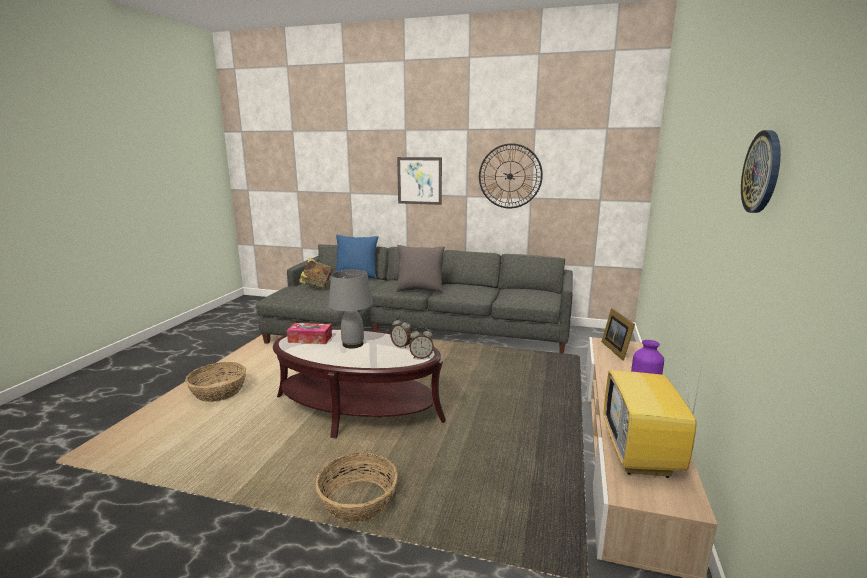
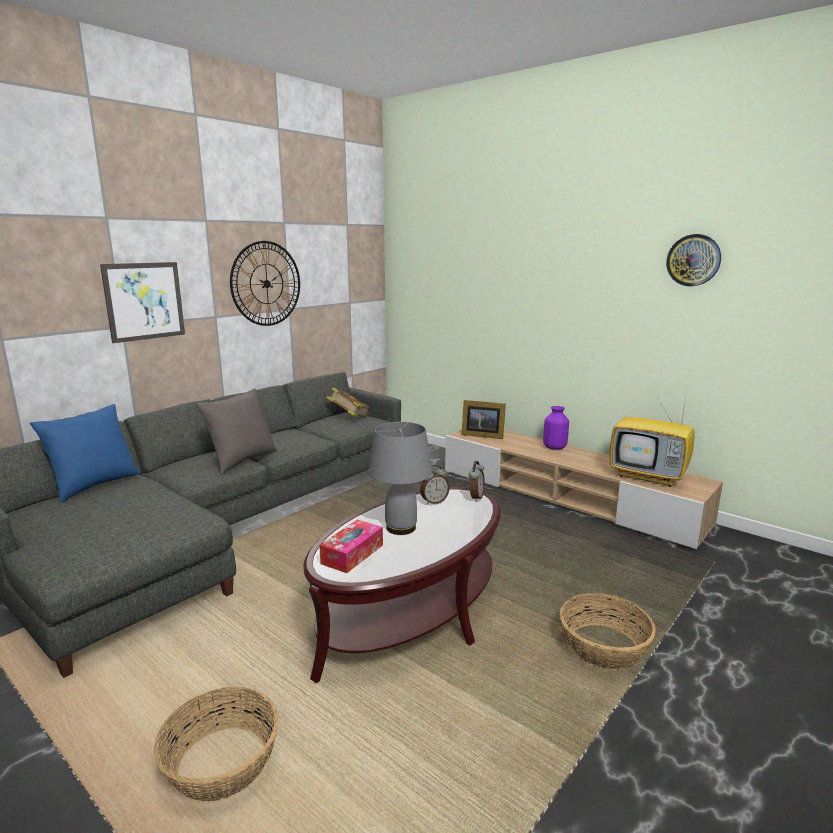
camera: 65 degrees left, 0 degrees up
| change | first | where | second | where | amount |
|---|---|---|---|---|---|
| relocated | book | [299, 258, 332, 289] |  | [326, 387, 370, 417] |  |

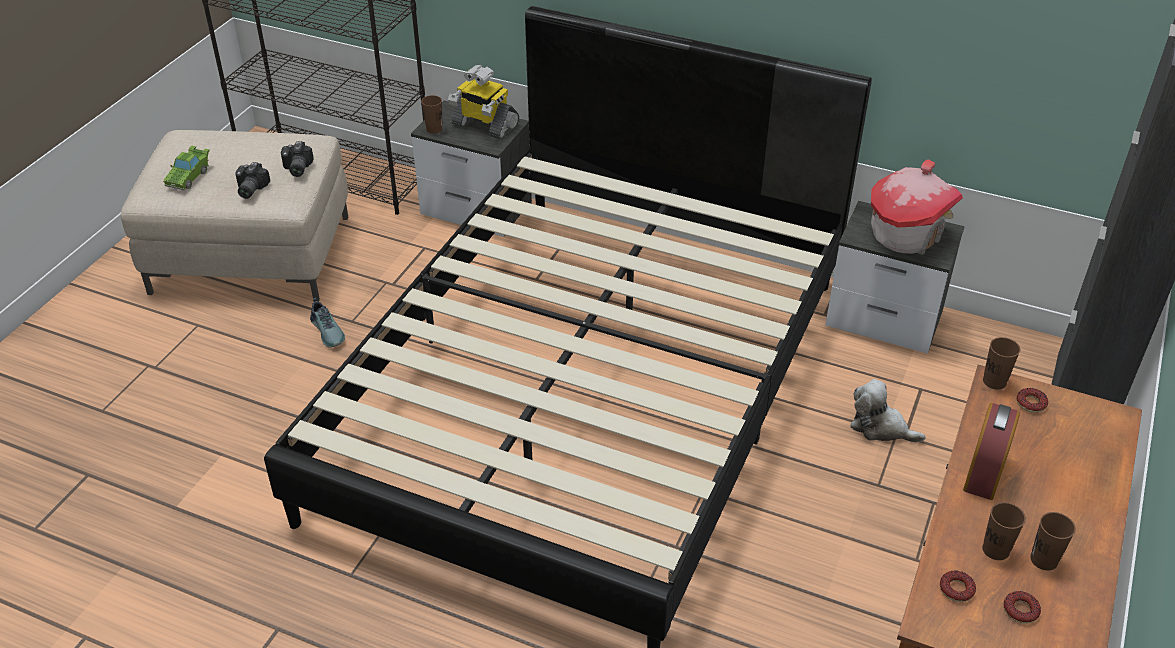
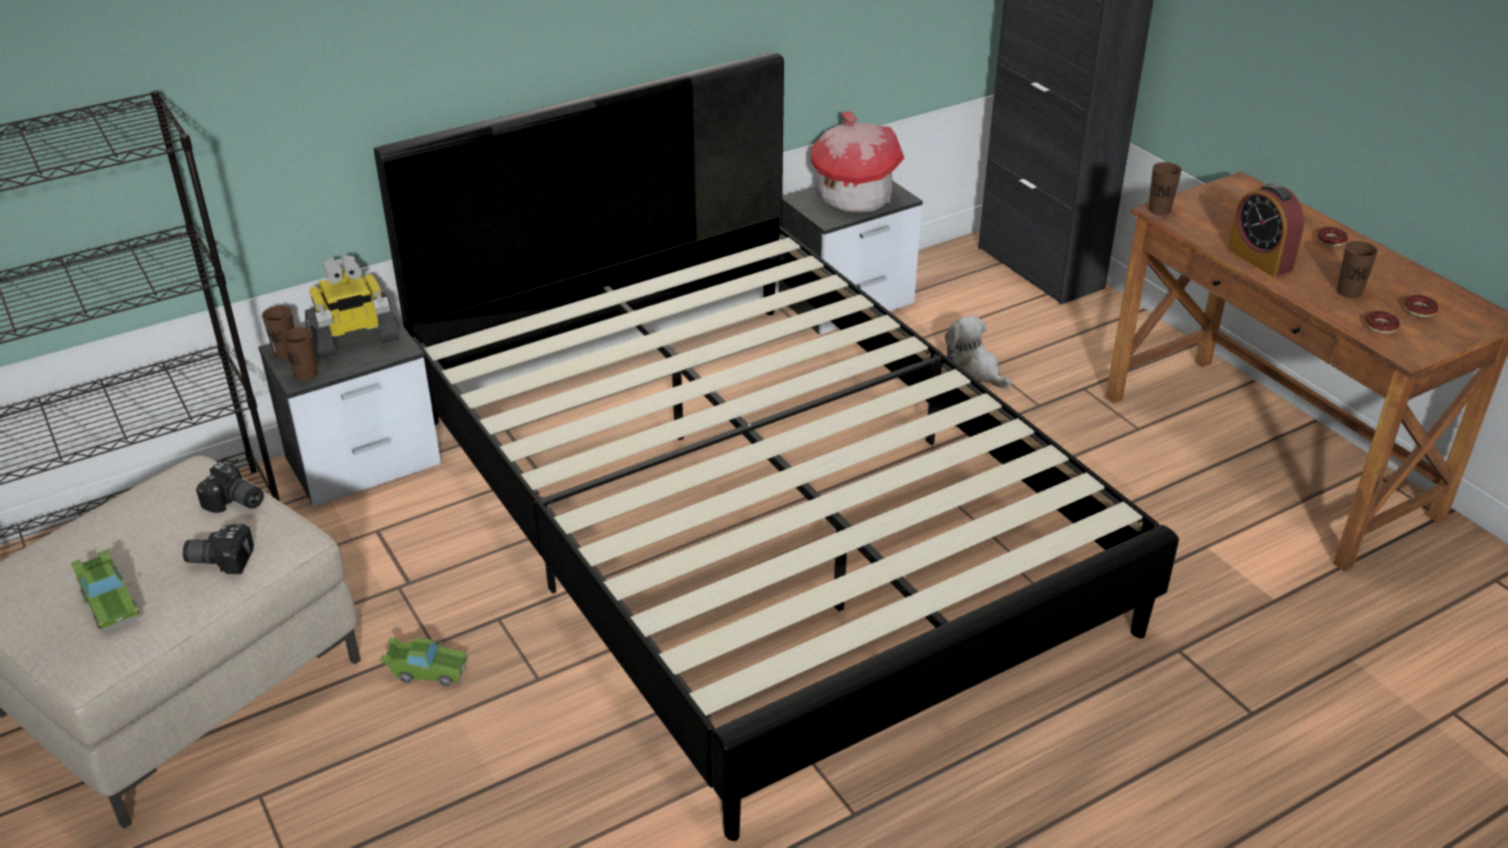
camera: 55 degrees left, 5 degrees down
| change | first | where | second | where | amount |
|---|---|---|---|---|---|
| spun | still camera | [235, 162, 270, 199] |  | [183, 524, 254, 574] | 135 degrees clockwise |
| exchanged | shoe | [310, 298, 345, 348] | green toy car | [379, 638, 468, 687] |  |
| spun | cuddly toy | [850, 379, 926, 442] |  | [945, 316, 1011, 389] | 75 degrees clockwise |
| relocated | ring doughnut | [1017, 388, 1048, 413] |  | [1316, 227, 1348, 247] |  |
| relocated | brownish drinking cup | [1030, 512, 1076, 571] |  | [262, 306, 294, 359] |  |

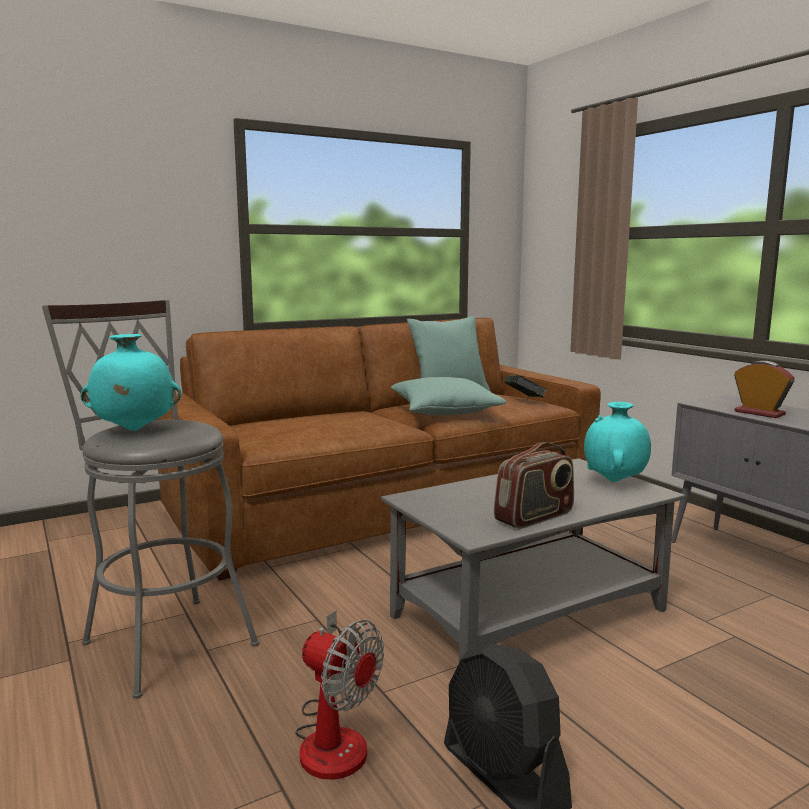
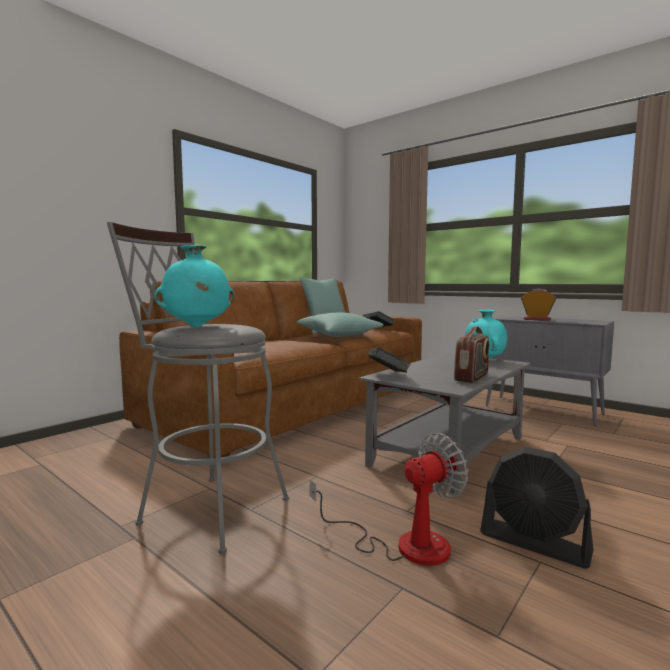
camera: 20 degrees left, 5 degrees down
| change | first | where | second | where | amount |
|---|---|---|---|---|---|
| spun | cooling fan | [295, 610, 384, 780] |  | [310, 433, 469, 566] | 45 degrees counterclockwise |
| appeared |  |  | book | [367, 348, 411, 373] |  |

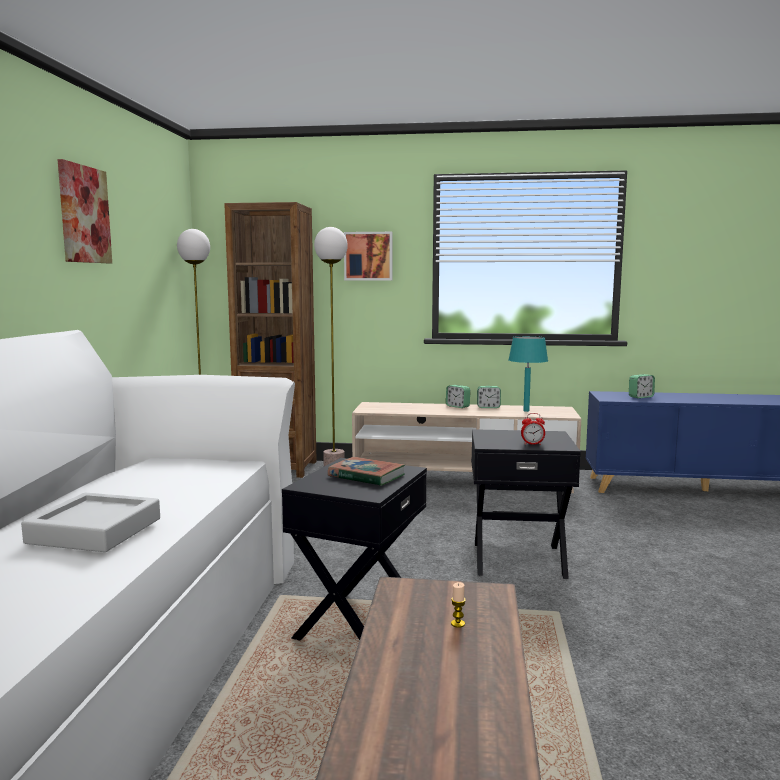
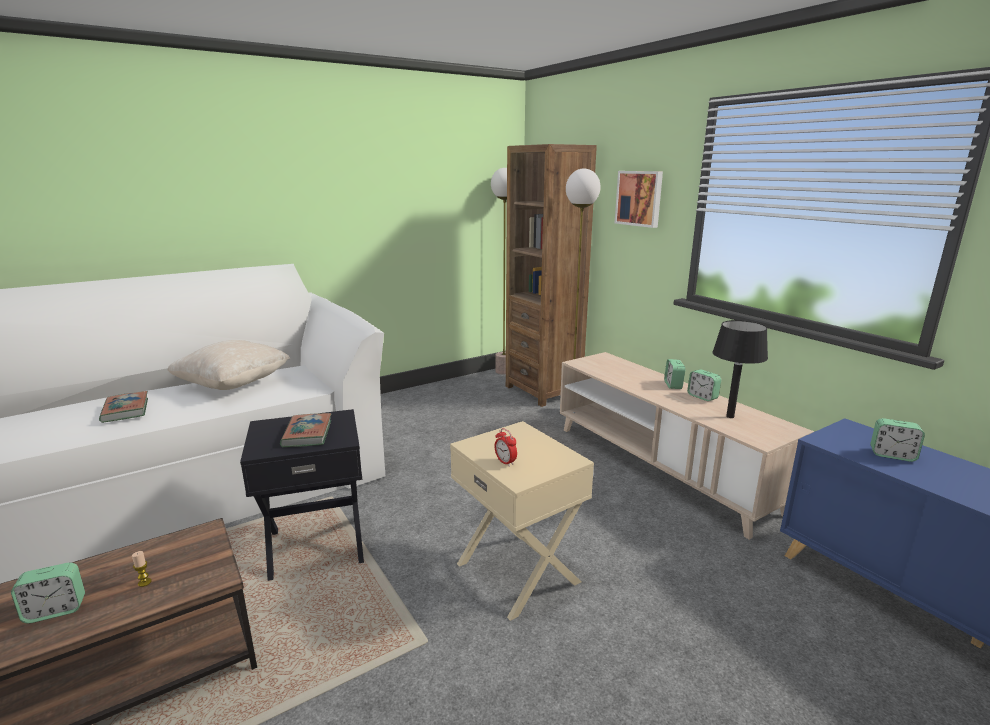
camera: 50 degrees right, 10 degrees up
| change | first | where | second | where | amount |
|---|---|---|---|---|---|
| exchanged | greyish serving tray | [21, 493, 160, 552] | book | [99, 391, 148, 423] |  |
| missing | wall picture | [58, 159, 112, 263] |  |  |  |
| colour | black-coloured accent table | [471, 429, 581, 579] | beige-coloured accent table | [450, 421, 594, 621] |  |
| colour | turquoise-coloured table lamp | [508, 336, 548, 412] | black-coloured table lamp | [712, 320, 768, 418] |  |
| appeared |  |  | alarm clock | [11, 563, 85, 623] |  |
| appeared |  |  | beige-coloured throw pillow | [167, 340, 291, 390] |  |

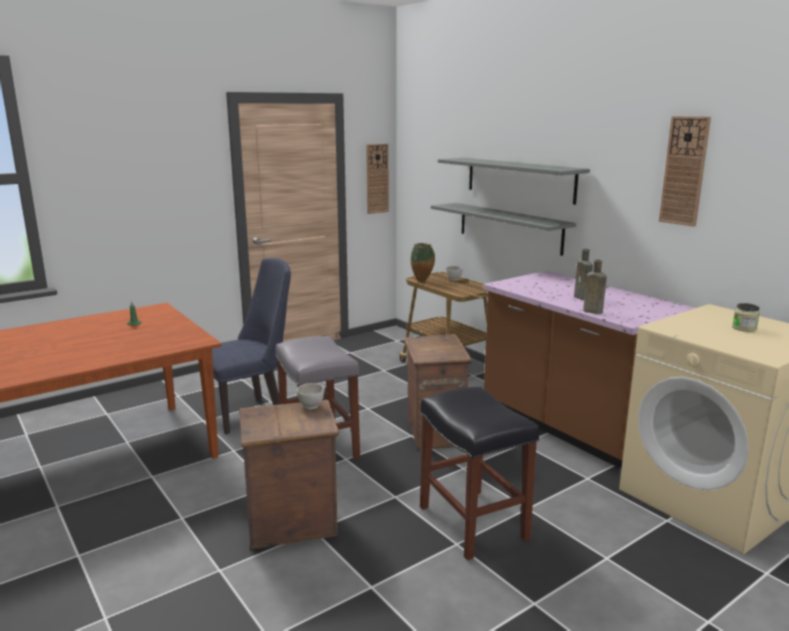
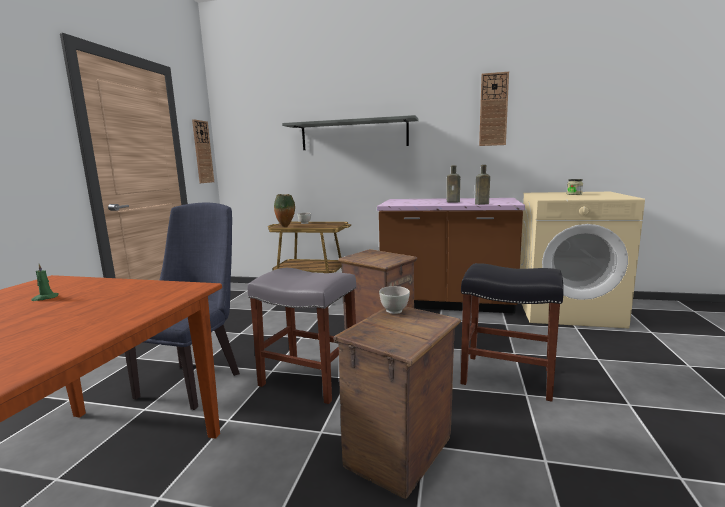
camera: 40 degrees left, 5 degrees down
| change | first | where | second | where | amount |
|---|---|---|---|---|---|
| missing | greyish wall shelf | [431, 203, 576, 256] |  |  |  |

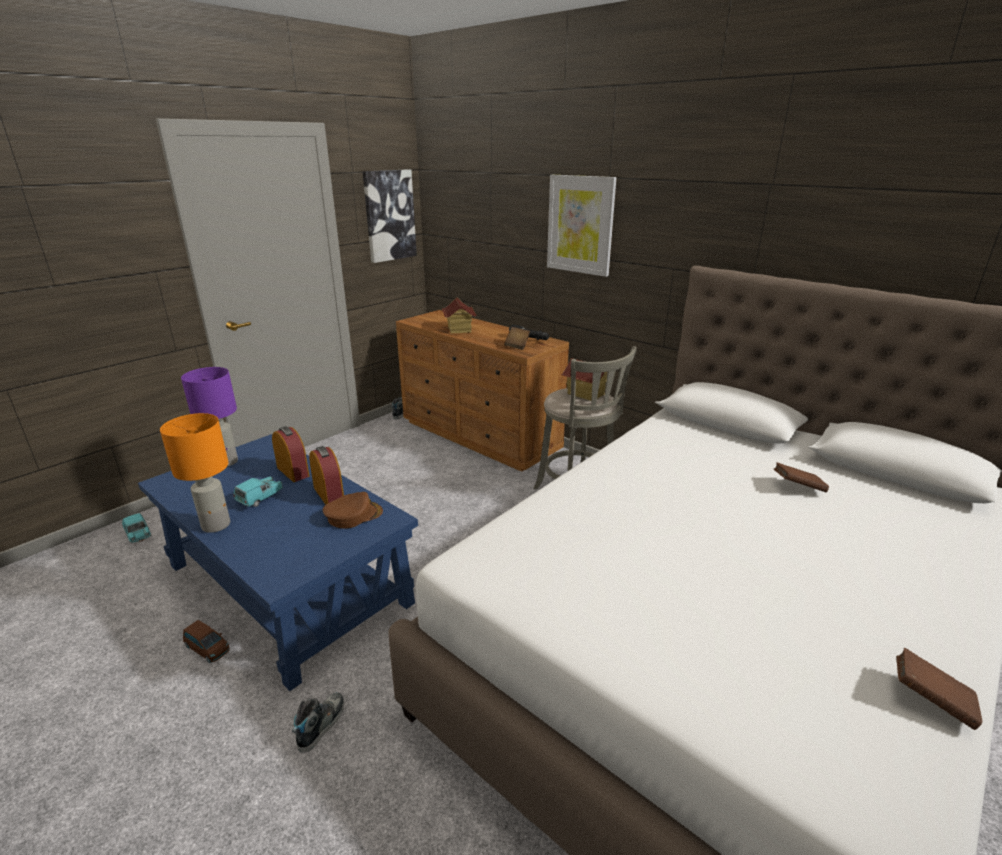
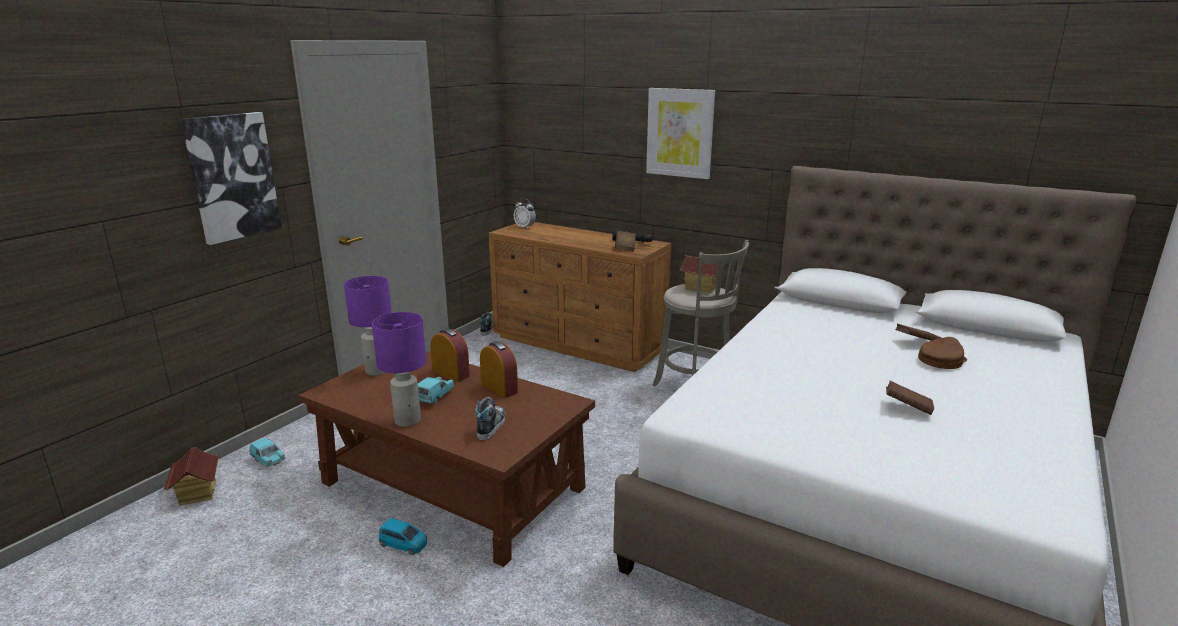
camera: 10 degrees left, 5 degrees down
| change | first | where | second | where | amount |
|---|---|---|---|---|---|
| colour | blue-coloured low table | [138, 434, 418, 691] | brownish low table | [298, 351, 595, 567] |  |
| colour | orange-coloured table lamp | [160, 413, 230, 533] | purple table lamp | [372, 312, 426, 427] |  |
| colour | brownish toy car | [183, 620, 230, 663] | blue-coloured toy car | [379, 518, 427, 555] |  |
| relocated | shoe | [292, 693, 344, 753] |  | [475, 397, 505, 440] |  |
| relocated | brownish baseball cap | [323, 492, 383, 528] |  | [918, 337, 967, 369] |  |
| relocated | wall picture | [363, 169, 417, 263] |  | [181, 112, 281, 245] |  |
| relocated | miniature house | [442, 298, 477, 334] |  | [164, 447, 219, 506] |  |
| relocated | brownish book | [897, 648, 983, 730] |  | [886, 381, 934, 415] |  |
| appeared |  |  | alarm clock | [514, 198, 536, 229] |  |

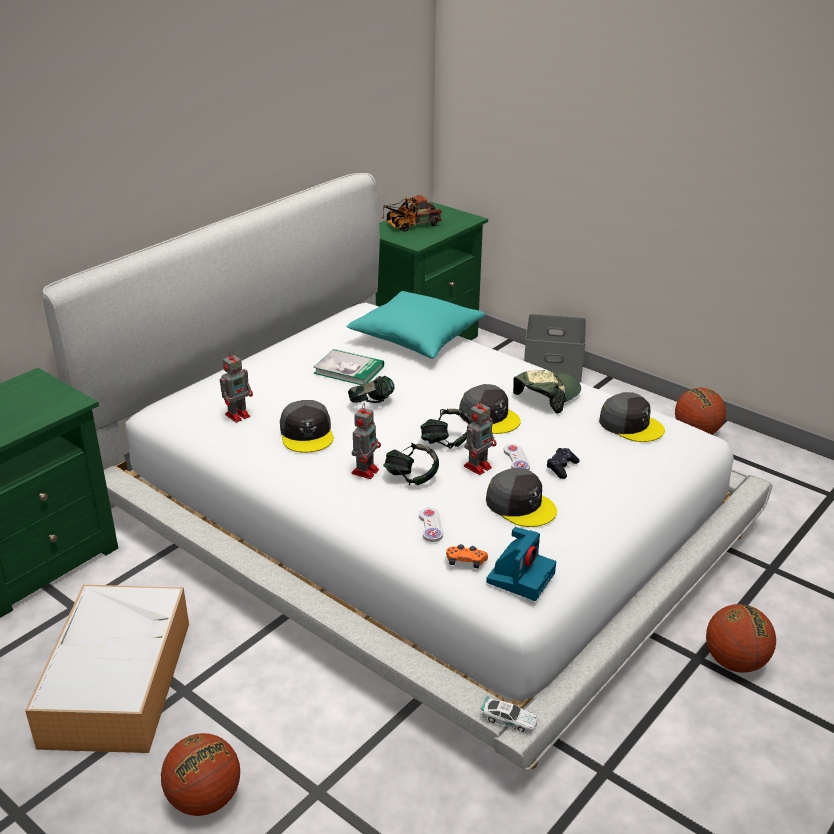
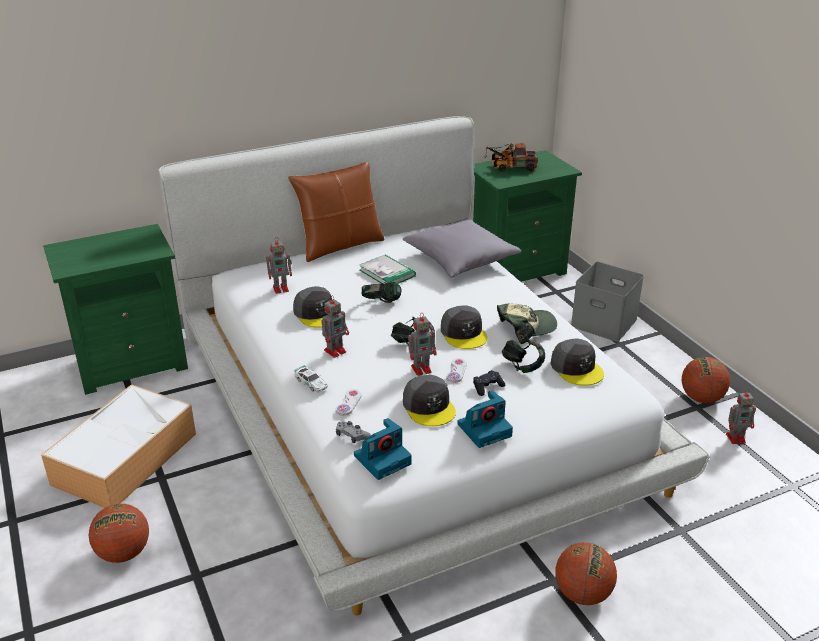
camera: 25 degrees right, 0 degrees up
| change | first | where | second | where | amount |
|---|---|---|---|---|---|
| spun | greyish baseball cap | [280, 400, 333, 453] |  | [293, 286, 332, 328] | 45 degrees counterclockwise |
| colour | turquoise-coloured throw pillow | [347, 291, 485, 359] | greyish throw pillow | [403, 219, 522, 278] |  |
| relocated | headphones | [383, 443, 439, 485] |  | [502, 338, 545, 373] |  |
| colour | orange-coloured gamepad | [446, 544, 488, 568] | greyish gamepad | [336, 421, 371, 443] |  |
| relocated | toy car | [481, 696, 538, 733] |  | [294, 365, 328, 393] |  |
| appeared |  |  | brownish throw pillow | [288, 162, 384, 262] |  |
| appeared |  |  | still camera | [457, 391, 513, 448] |  |
| appeared |  |  | toy robot | [726, 390, 756, 444] |  |

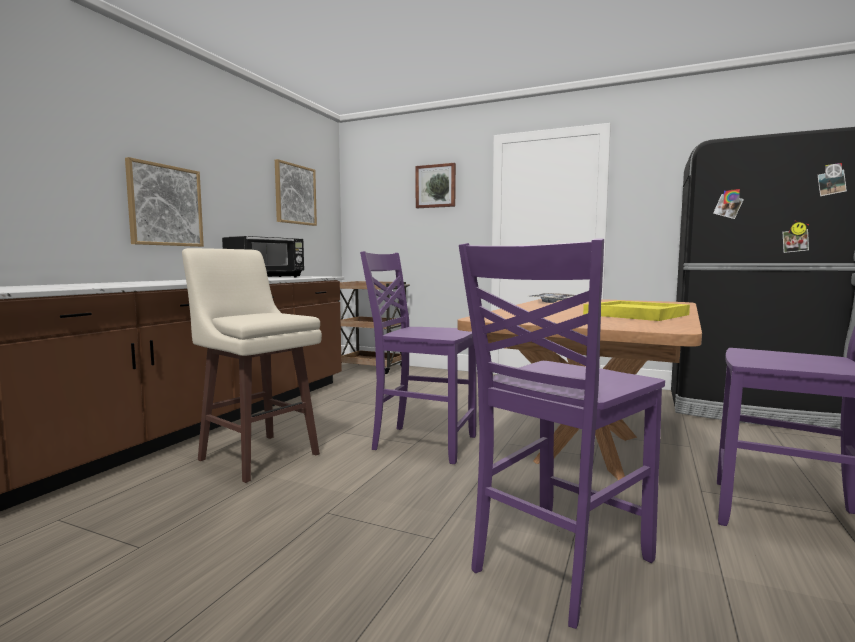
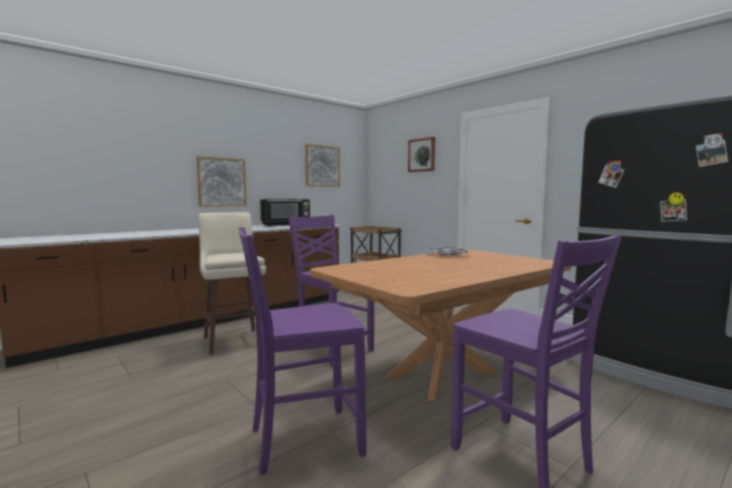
camera: 25 degrees right, 0 degrees up
| change | first | where | second | where | amount |
|---|---|---|---|---|---|
| missing | yellow serving tray | [583, 300, 690, 321] |  |  |  |

